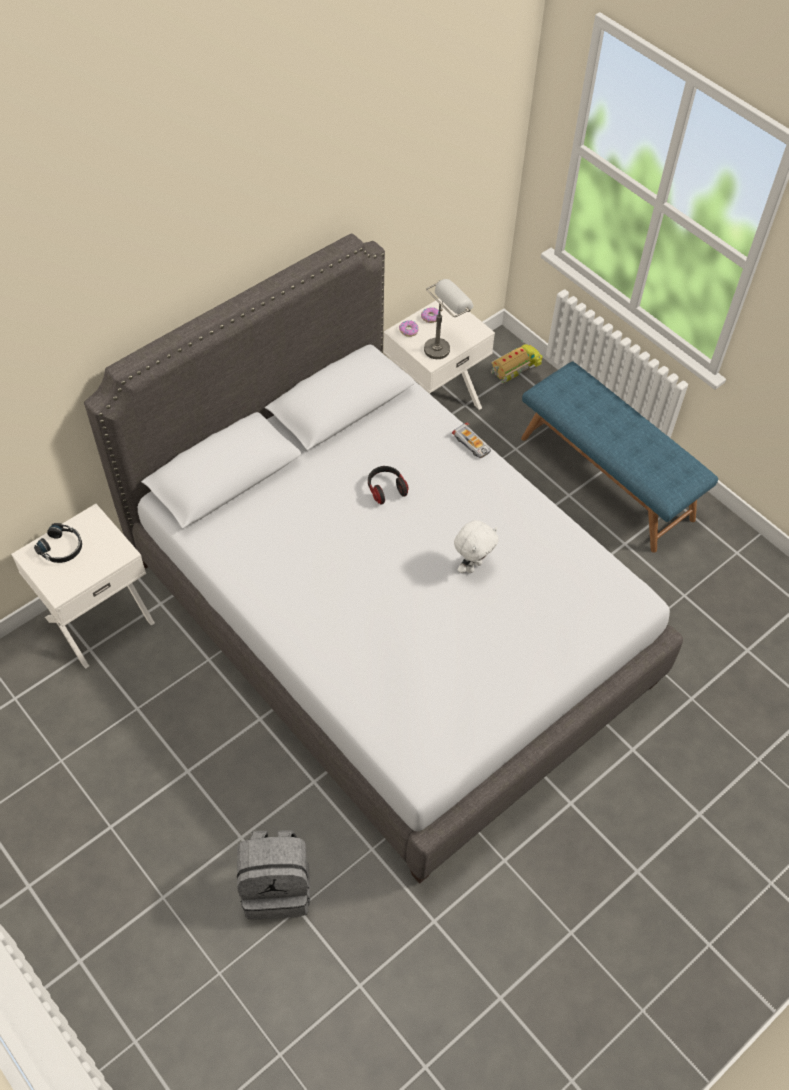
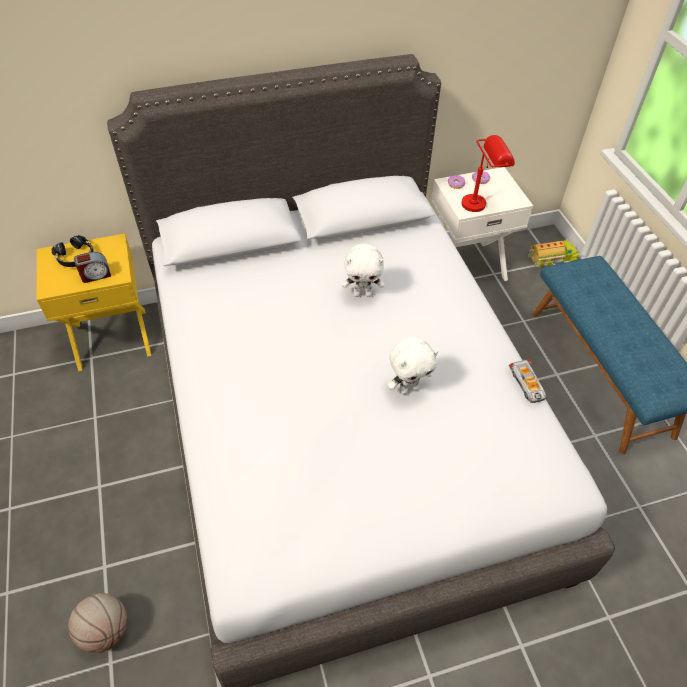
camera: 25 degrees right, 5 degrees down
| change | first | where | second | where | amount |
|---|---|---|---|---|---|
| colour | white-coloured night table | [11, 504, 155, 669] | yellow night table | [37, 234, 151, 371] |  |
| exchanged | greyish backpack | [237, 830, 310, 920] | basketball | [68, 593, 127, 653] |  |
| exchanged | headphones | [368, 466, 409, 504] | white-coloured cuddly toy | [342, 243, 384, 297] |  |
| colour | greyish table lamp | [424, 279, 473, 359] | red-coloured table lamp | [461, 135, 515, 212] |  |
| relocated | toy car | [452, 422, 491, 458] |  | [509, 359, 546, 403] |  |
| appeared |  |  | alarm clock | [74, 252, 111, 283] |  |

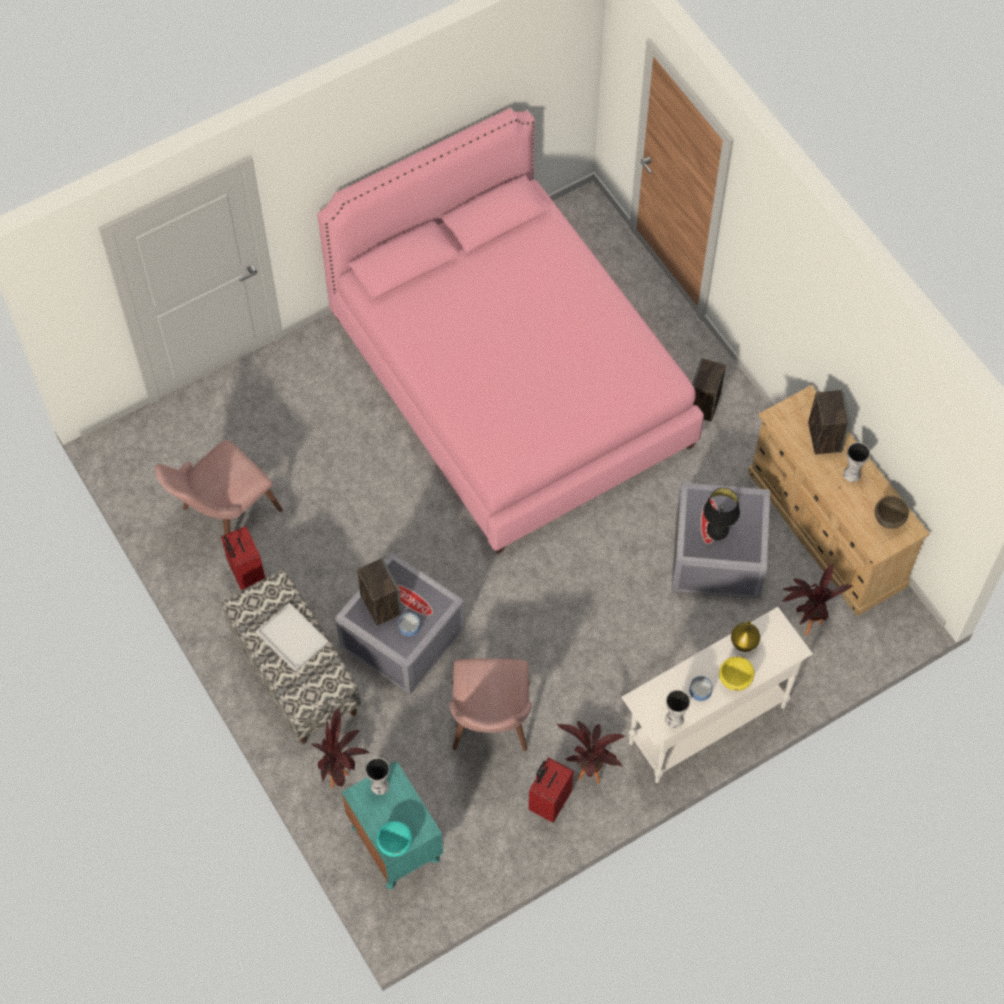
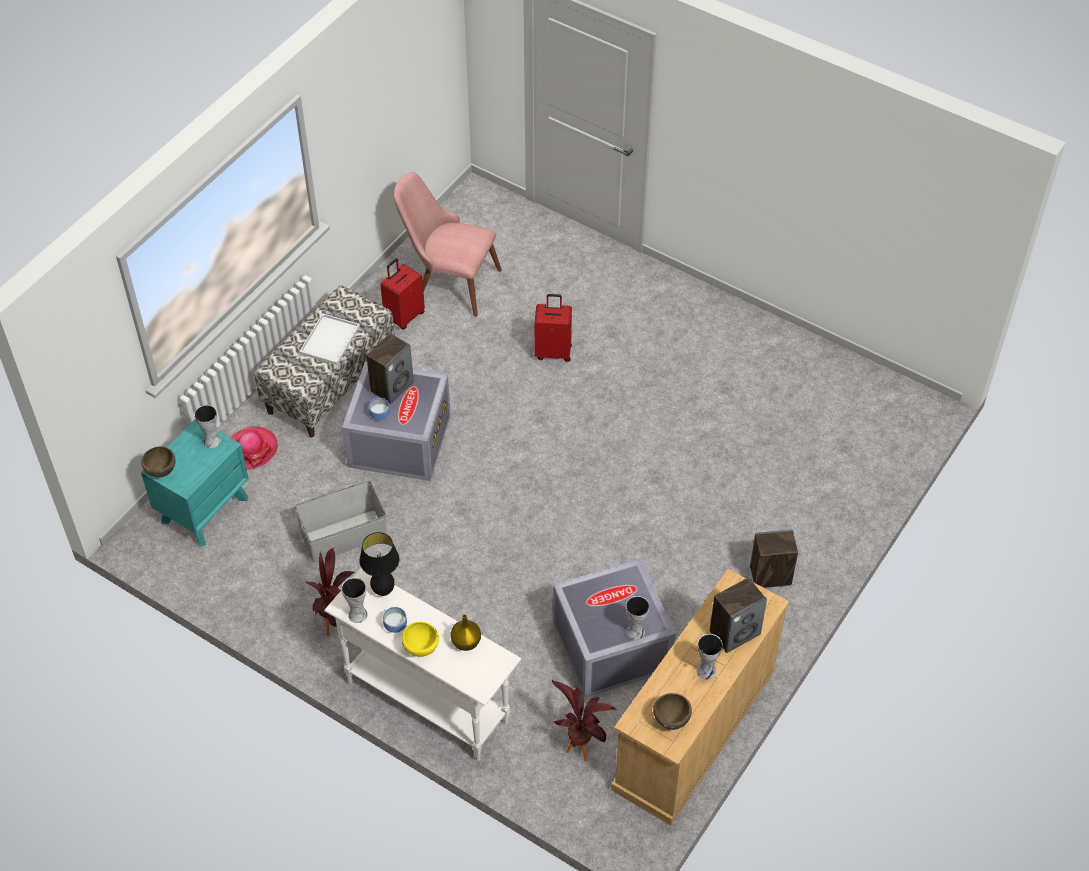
camera: 65 degrees right, 10 degrees down
| change | first | where | second | where | amount |
|---|---|---|---|---|---|
| exchanged | plant in a pot | [312, 708, 369, 788] | clothing hat | [231, 426, 278, 469] |  |
| missing | pink sleeping bed | [317, 108, 704, 554] |  |  |  |
| colour | turquoise-coloured serving bowl | [377, 821, 412, 857] | brownish serving bowl | [141, 447, 175, 478] |  |
| exchanged | pink plain chair | [449, 658, 532, 751] | greyish storage box | [295, 480, 387, 562] |  |
| relocated | red-coloured piece of luggage | [528, 758, 574, 823] |  | [534, 294, 572, 362] |  |
| relocated | black-coloured table lamp | [703, 488, 740, 540] |  | [359, 532, 399, 596] |  |
| appeared |  |  | flower vase | [626, 596, 650, 640] |  |

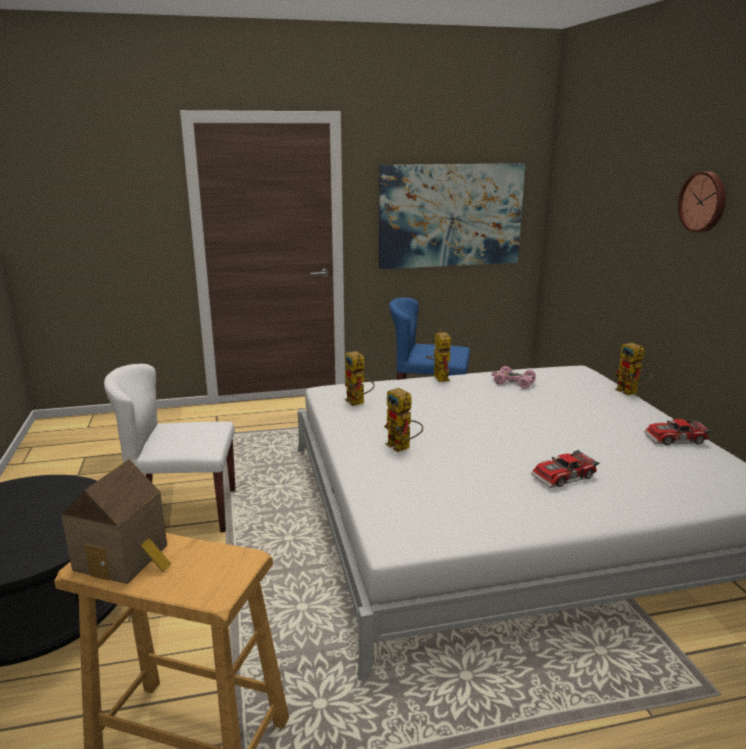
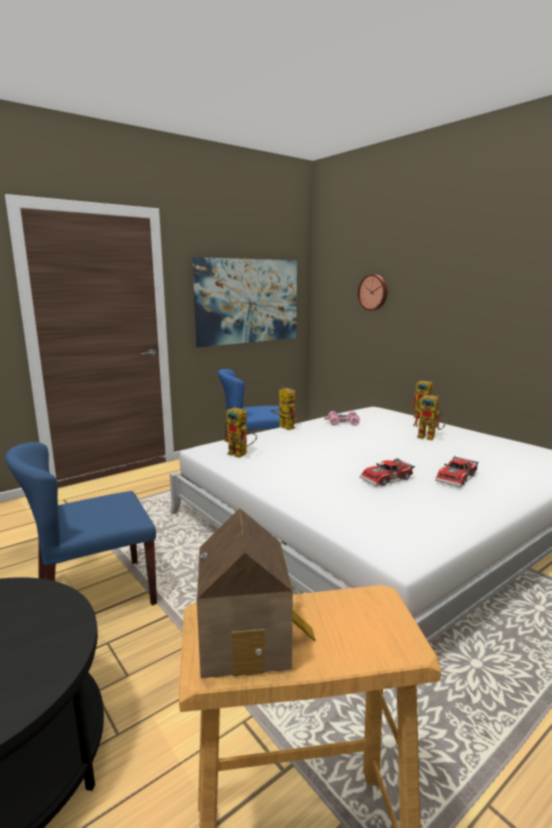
camera: 25 degrees left, 5 degrees down
| change | first | where | second | where | amount |
|---|---|---|---|---|---|
| colour | white-coloured plain chair | [104, 364, 235, 532] | blue-coloured plain chair | [5, 442, 157, 605] |  |
| relocated | toy robot | [384, 388, 423, 452] |  | [413, 395, 446, 440] |  |
| relocated | toy car | [644, 419, 712, 445] |  | [360, 458, 415, 486] |  |
| relocated | wall clock | [678, 171, 726, 233] |  | [358, 274, 387, 311] |  |

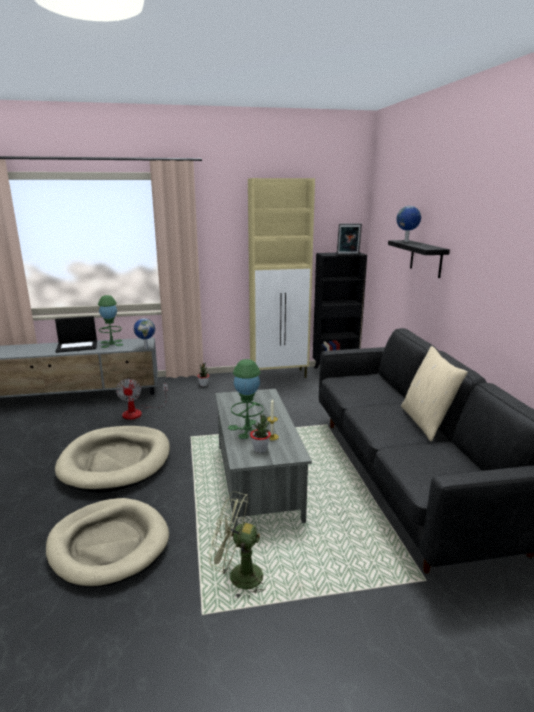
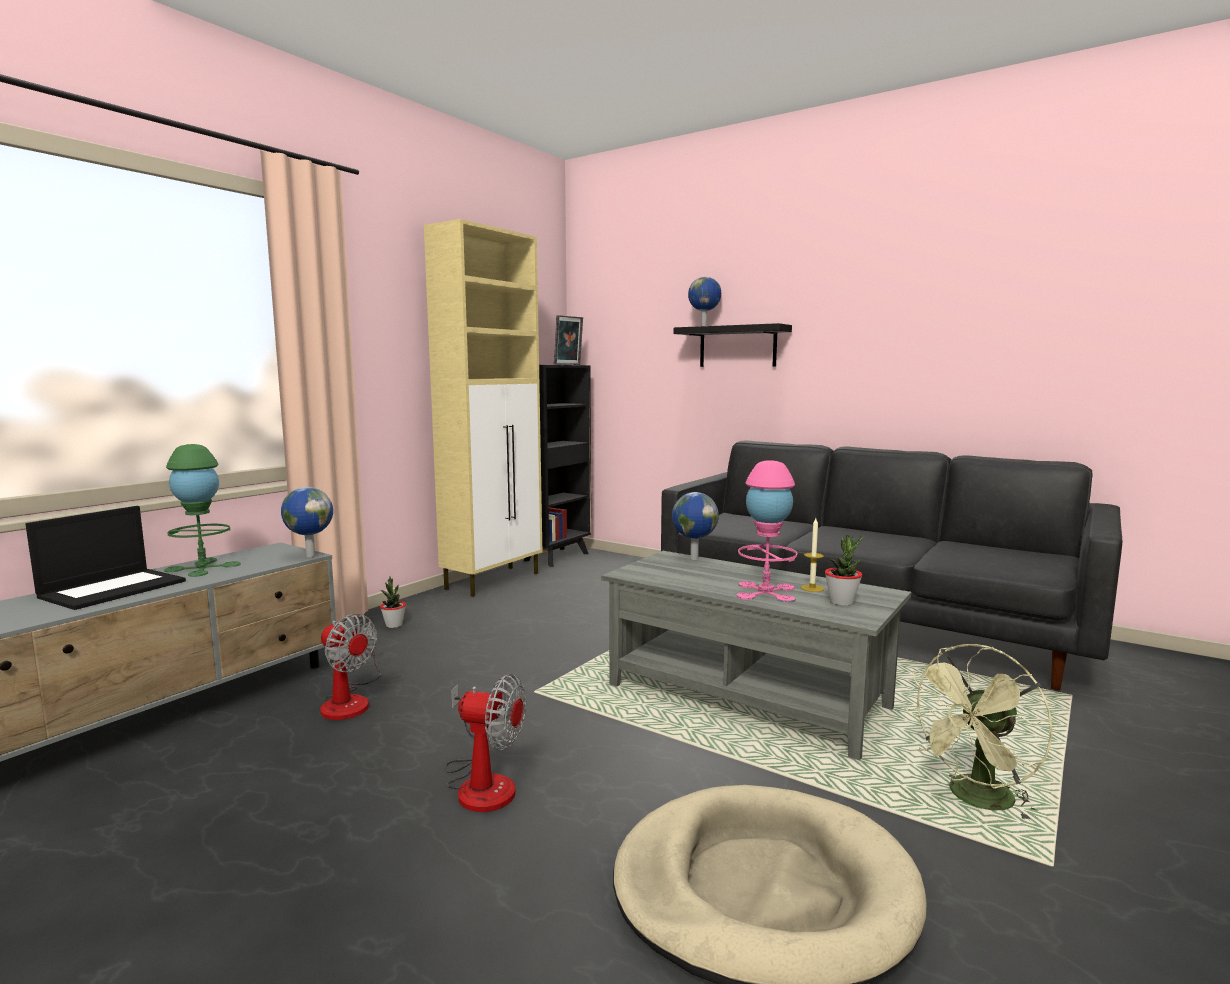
camera: 45 degrees left, 10 degrees down
| change | first | where | second | where | amount |
|---|---|---|---|---|---|
| exchanged | beige-coloured pet bed | [55, 426, 170, 493] | cooling fan | [445, 674, 526, 812] |  |
| colour | green table lamp | [228, 359, 264, 440] | pink table lamp | [737, 460, 797, 602] |  |
| missing | beige-coloured throw pillow | [401, 346, 468, 441] |  |  |  |
| appeared |  |  | desk globe | [672, 492, 719, 560] |  |

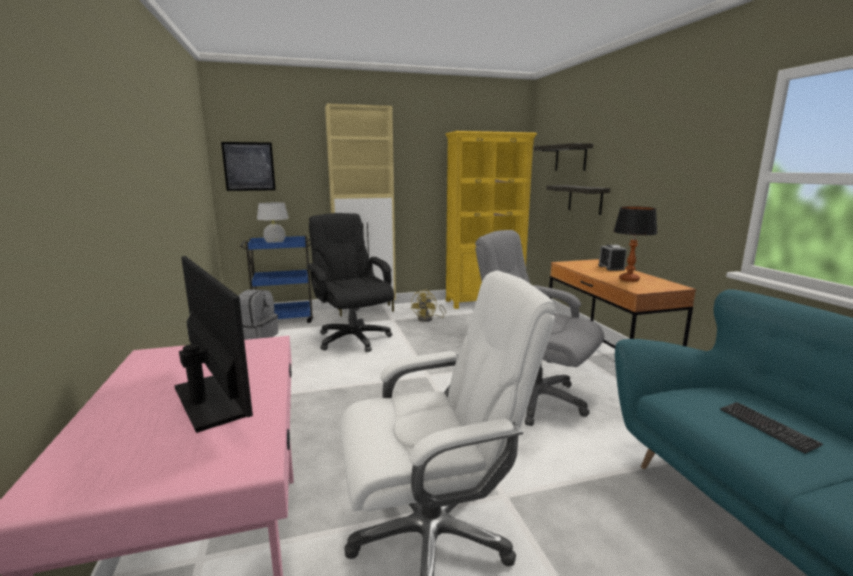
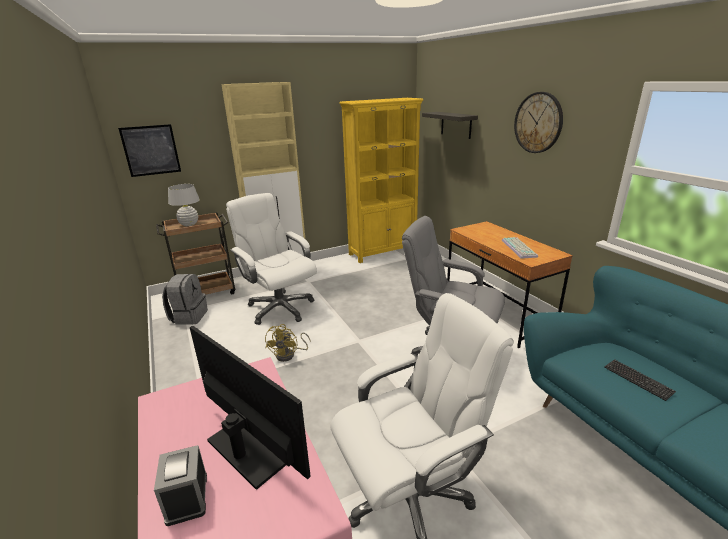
camera: 10 degrees left, 10 degrees up
| change | first | where | second | where | amount |
|---|---|---|---|---|---|
| colour | blue-coloured trolley | [240, 236, 313, 323] | brownish trolley | [156, 212, 236, 295] |  |
| colour | black-coloured office chair | [306, 213, 394, 352] | white-coloured office chair | [226, 193, 317, 325] |  |
| relocated | yellow cooling fan | [411, 290, 446, 322] |  | [265, 324, 310, 362] |  |
| missing | wall shelf | [546, 185, 610, 215] |  |  |  |
| relocated | alarm clock | [598, 245, 627, 271] |  | [154, 445, 207, 526] |  |
| exchanged | table lamp | [613, 206, 658, 282] | computer keyboard | [502, 237, 538, 259] |  |
| appeared |  |  | wall clock | [514, 92, 563, 153] |  |

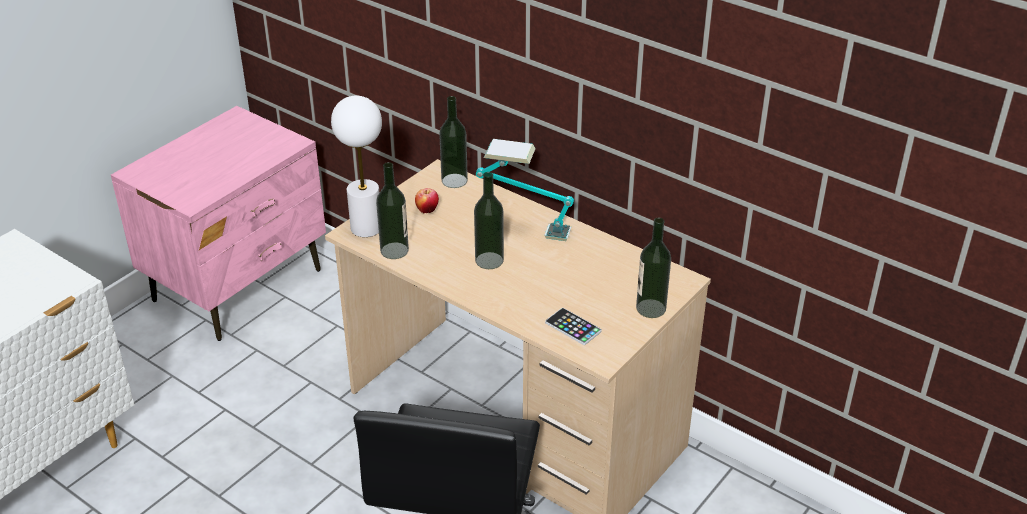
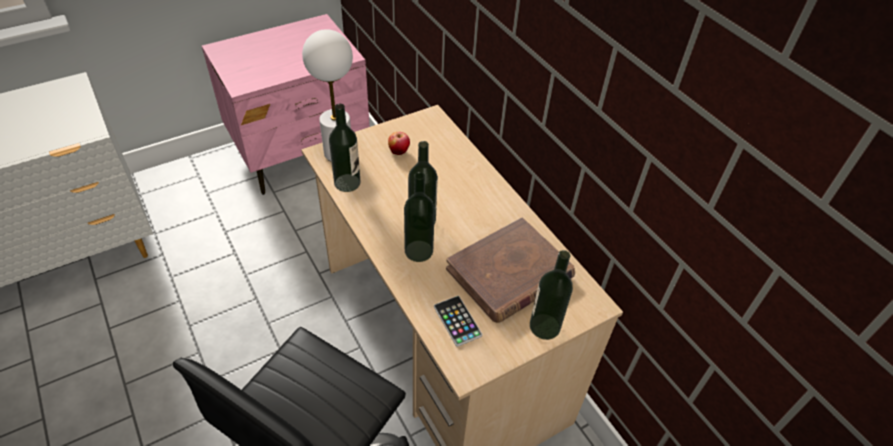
camera: 20 degrees right, 10 degrees up
| change | first | where | second | where | amount |
|---|---|---|---|---|---|
| relocated | beverage bottle | [439, 96, 468, 188] |  | [404, 172, 435, 262] |  |
| missing | table lamp | [476, 139, 574, 241] |  |  |  |
| appeared |  |  | brownish book | [446, 218, 575, 323] |  |

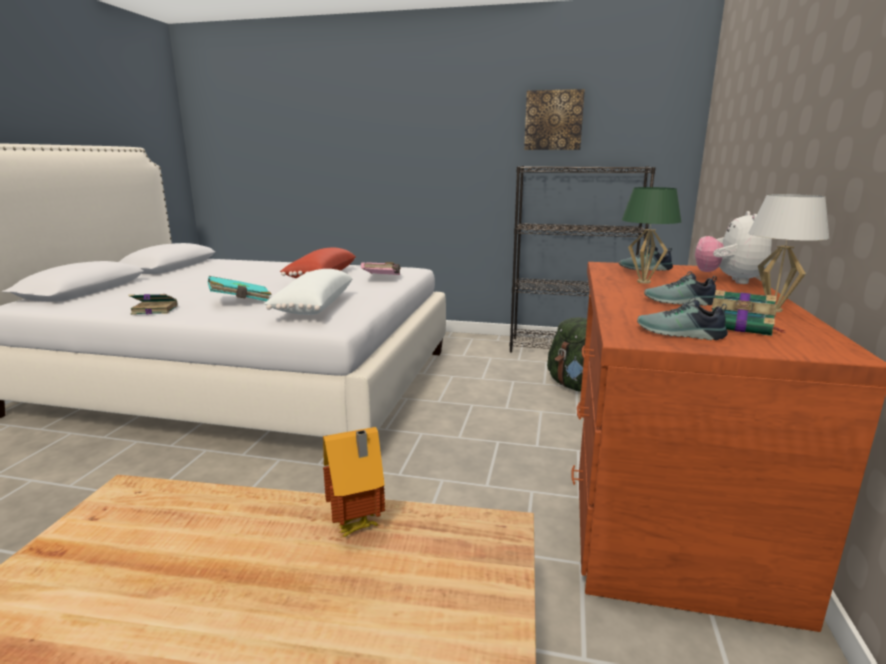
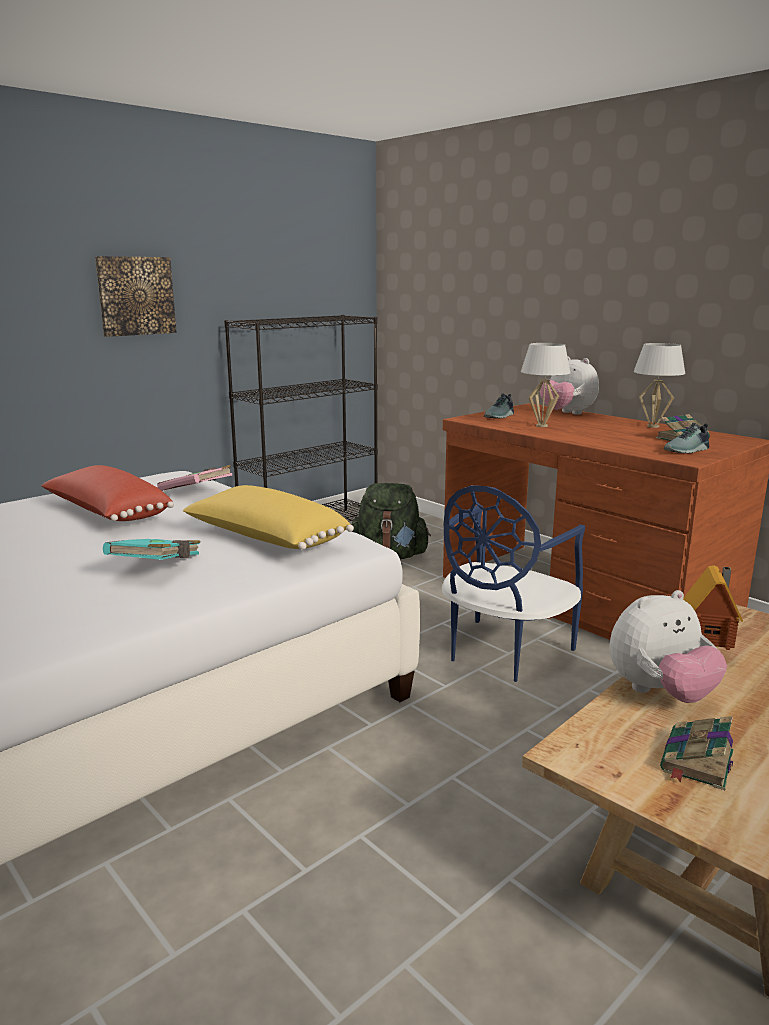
camera: 55 degrees left, 0 degrees up
| change | first | where | second | where | amount |
|---|---|---|---|---|---|
| relocated | book | [128, 294, 177, 315] |  | [660, 716, 733, 790] |  |
| colour | white-coloured throw pillow | [264, 269, 353, 315] | yellow throw pillow | [183, 485, 354, 550] |  |
| relocated | wall picture | [524, 89, 585, 150] |  | [95, 256, 177, 337] |  |
| colour | green table lamp | [622, 187, 681, 284] | white-coloured table lamp | [521, 343, 570, 427] |  |
| missing | shoe | [644, 271, 717, 306] |  |  |  |
| appeared |  |  | blue-coloured plain chair | [442, 485, 585, 682] |  |
| appeared |  |  | cuddly toy | [609, 590, 727, 703] |  |

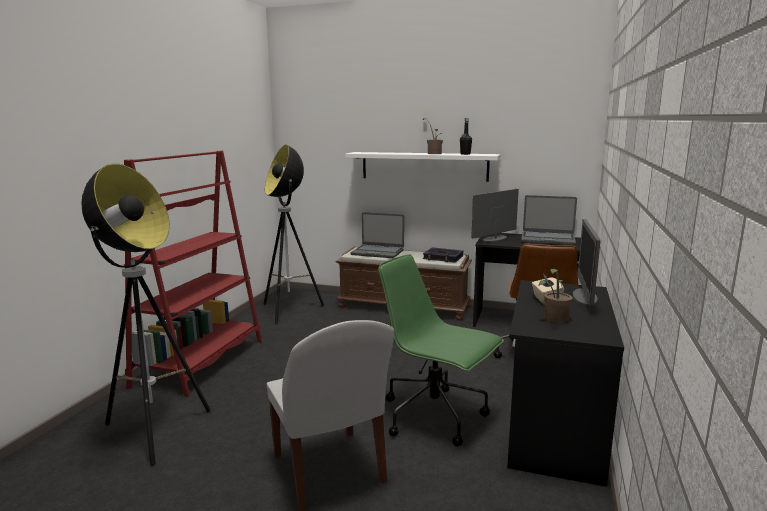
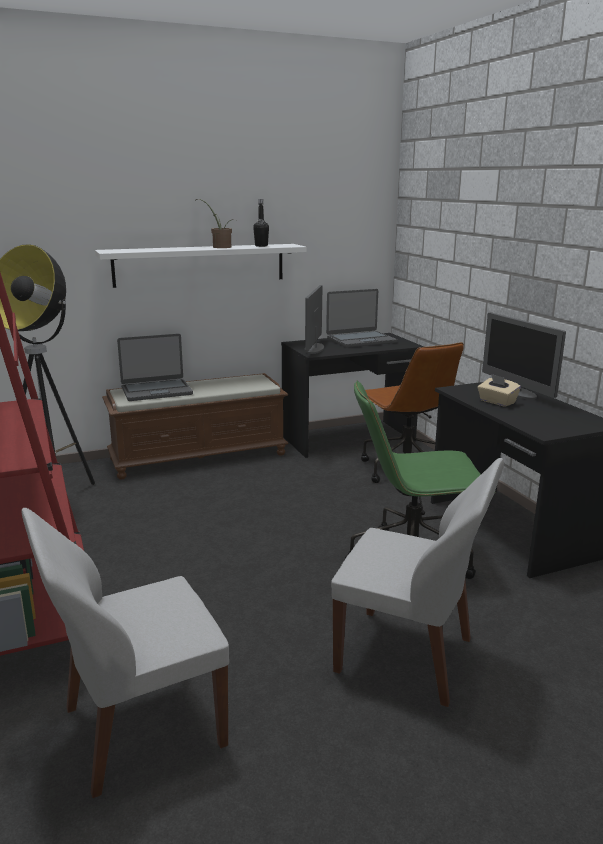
camera: 40 degrees left, 5 degrees up
| change | first | where | second | where | amount |
|---|---|---|---|---|---|
| exchanged | standard lamp | [82, 164, 211, 466] | white-coloured plain chair | [21, 508, 229, 798] |  |
| missing | book | [423, 247, 463, 263] |  |  |  |
| missing | plant in a pot | [539, 269, 572, 323] |  |  |  |

